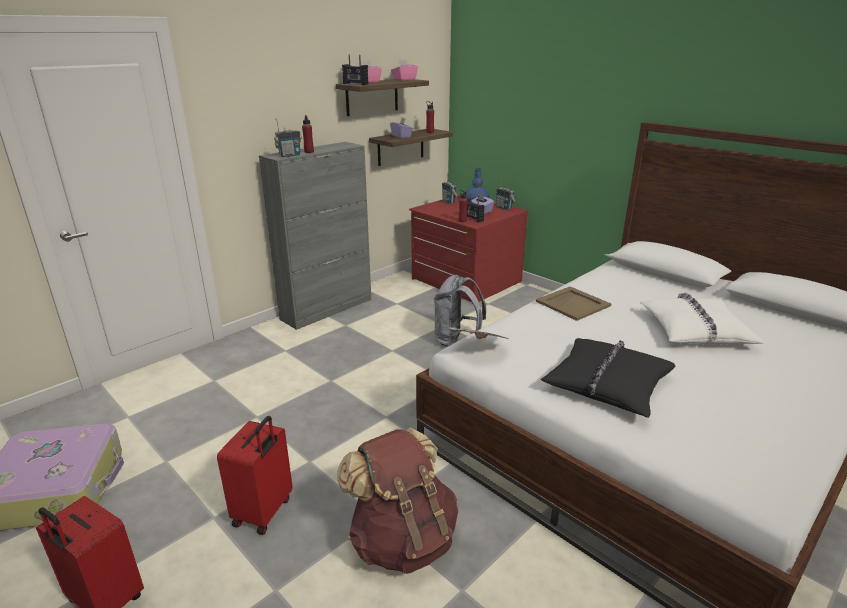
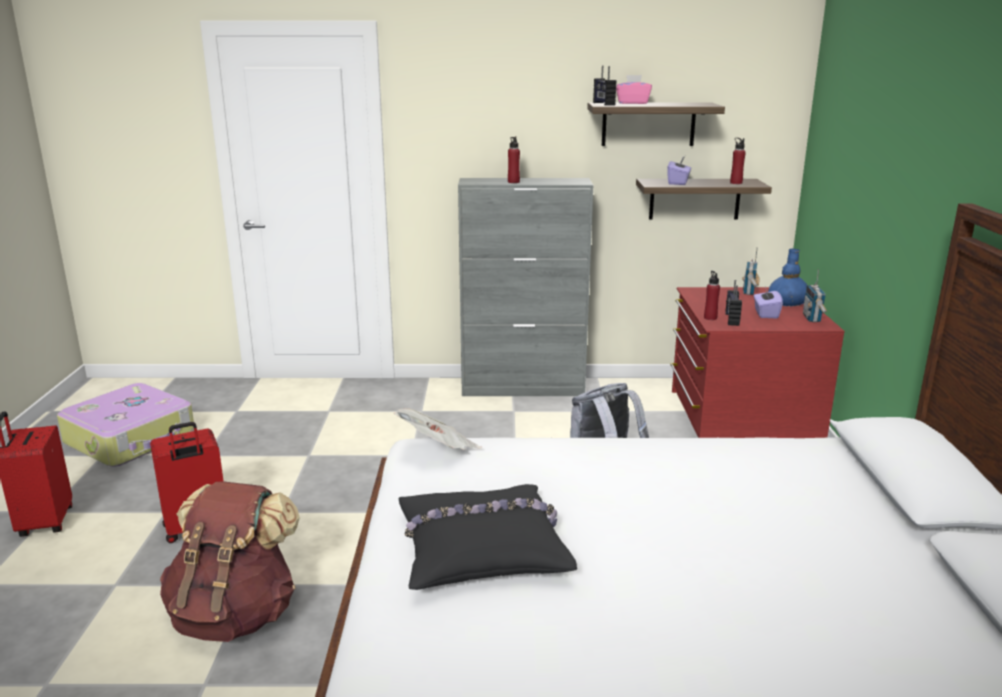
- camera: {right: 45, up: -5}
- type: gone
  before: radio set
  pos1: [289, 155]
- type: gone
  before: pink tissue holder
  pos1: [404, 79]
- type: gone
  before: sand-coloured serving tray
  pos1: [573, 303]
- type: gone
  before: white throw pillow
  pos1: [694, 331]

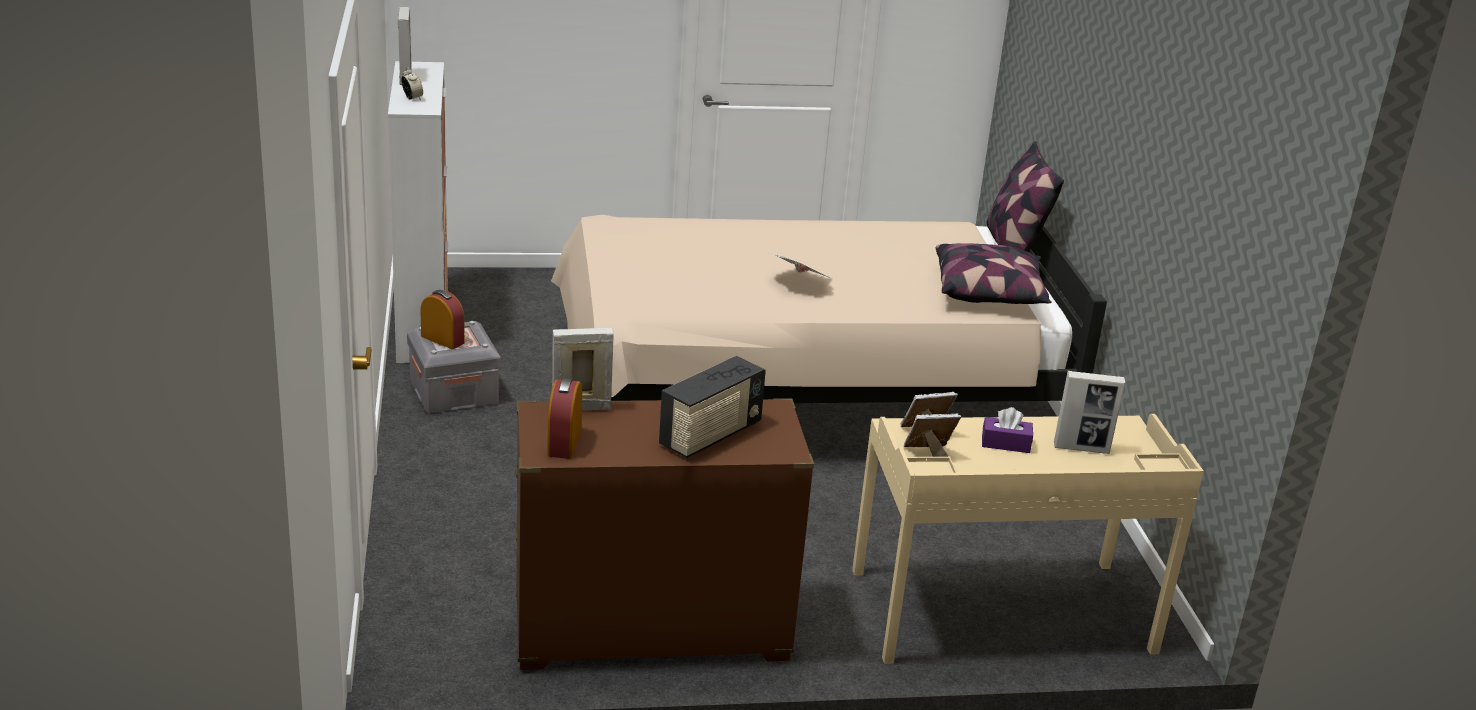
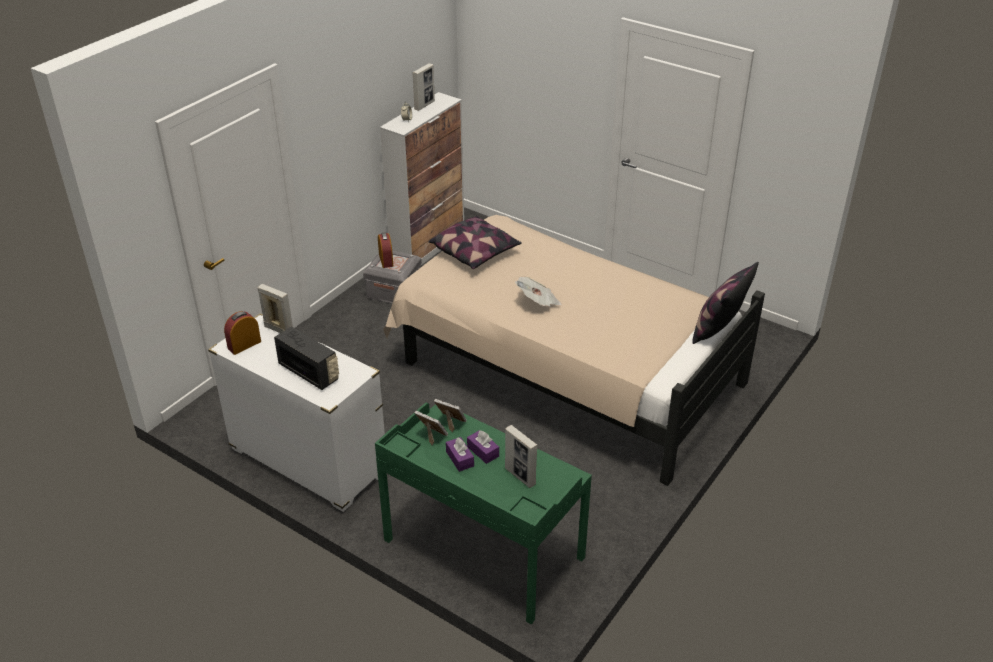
- camera: {right: 45, up: 10}
- type: repainted
  before: brown-coloured chest of drawers
  after: white chest of drawers
  pos1: [650, 631]
  pos2: [308, 461]
- type: rotated
  before: radio set
  pos1: [711, 435]
  pos2: [309, 372]
  turn: -135
- type: repainted
  before: sand-coloured desk
  after: greenish desk
  pos1: [1002, 612]
  pos2: [482, 549]
- type: shifted
  before: throw pillow
  pos1: [989, 292]
  pos2: [475, 253]
- type: new
  after: purple-coloured tissue holder
  pos2: [460, 459]

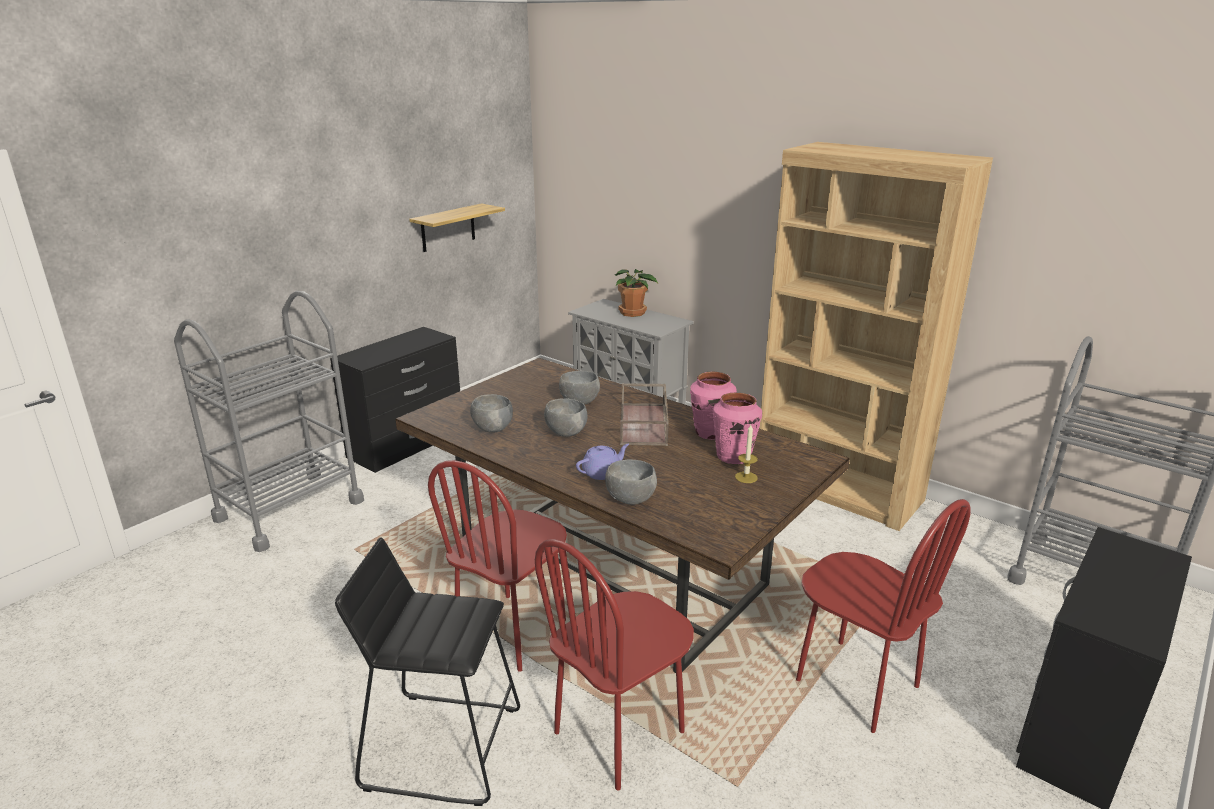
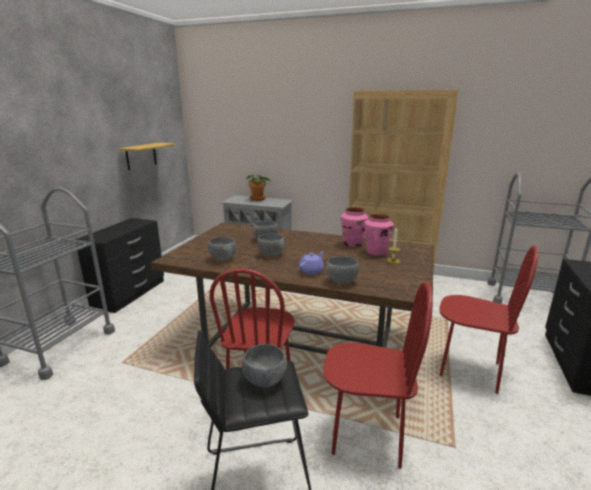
- camera: {right: -20, up: -5}
- type: new
  after: grey serving bowl
  pos2: [264, 380]
- type: rotated
  before: red-coloured upright chair
  pos1: [620, 733]
  pos2: [367, 435]
  turn: -105
- type: gone
  before: brown-coloured serving tray
  pos1: [644, 424]

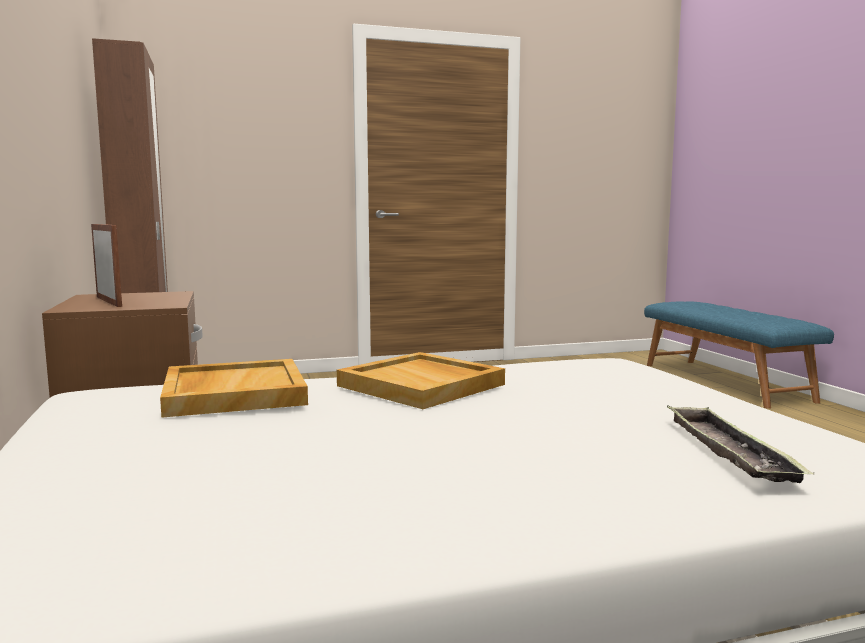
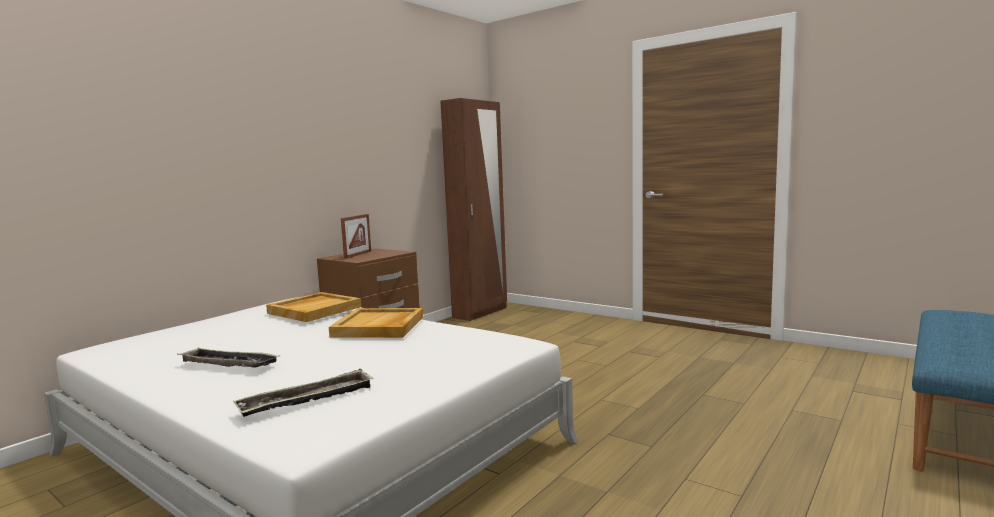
- camera: {right: 55, up: 0}
- type: new
  after: serving tray
  pos2: [228, 364]

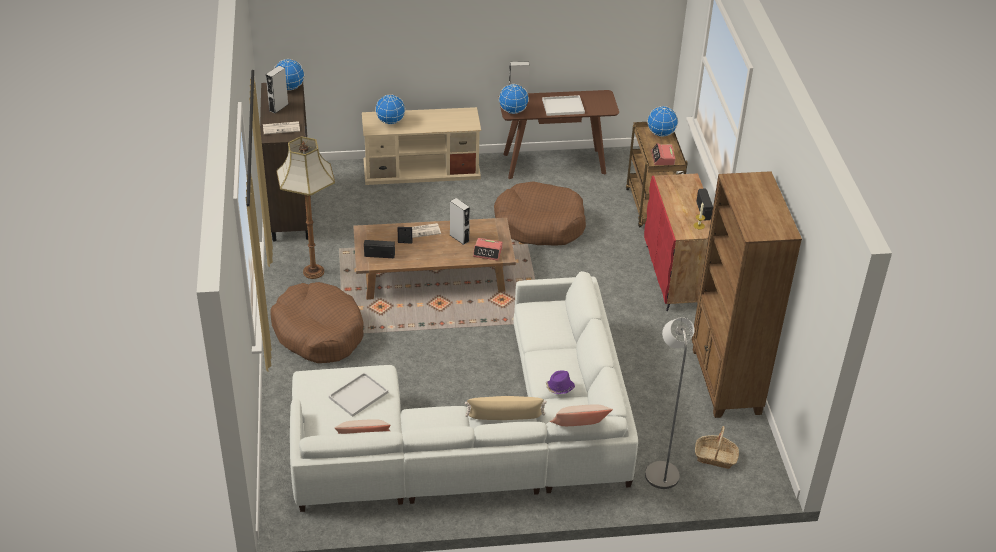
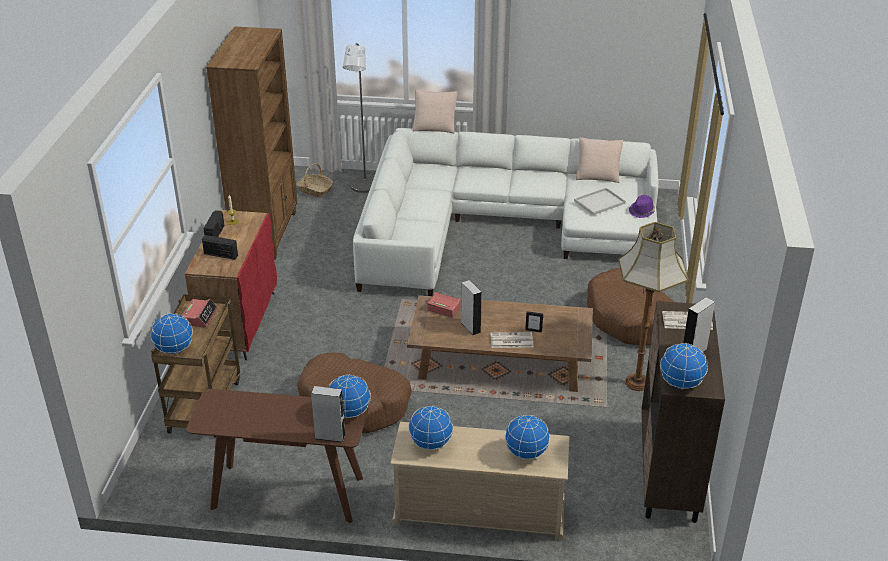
- camera: {right: -165, up: -5}
- type: shifted
  before: radio set
  pos1: [379, 255]
  pos2: [221, 255]
- type: new
  after: globe
  pos2: [431, 444]
- type: shifted
  before: purple-coloured wearable hat
  pos1: [559, 388]
  pos2: [642, 211]
- type: gone
  before: sand-coloured throw pillow
  pos1: [504, 418]
- type: gone
  before: white serving tray
  pos1: [562, 107]

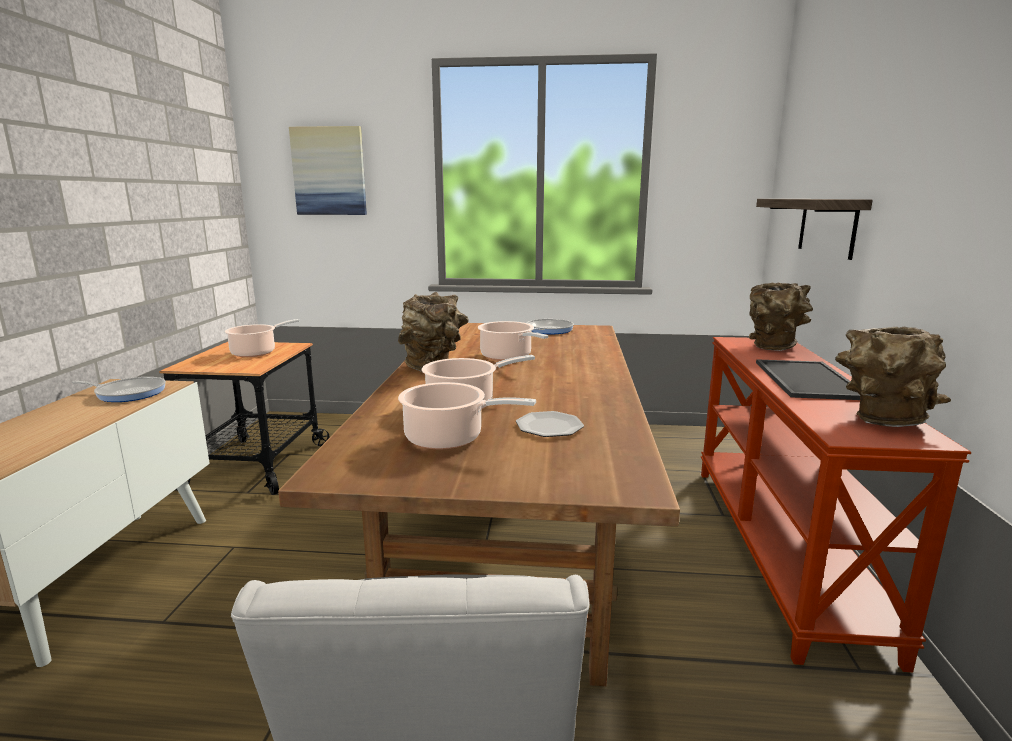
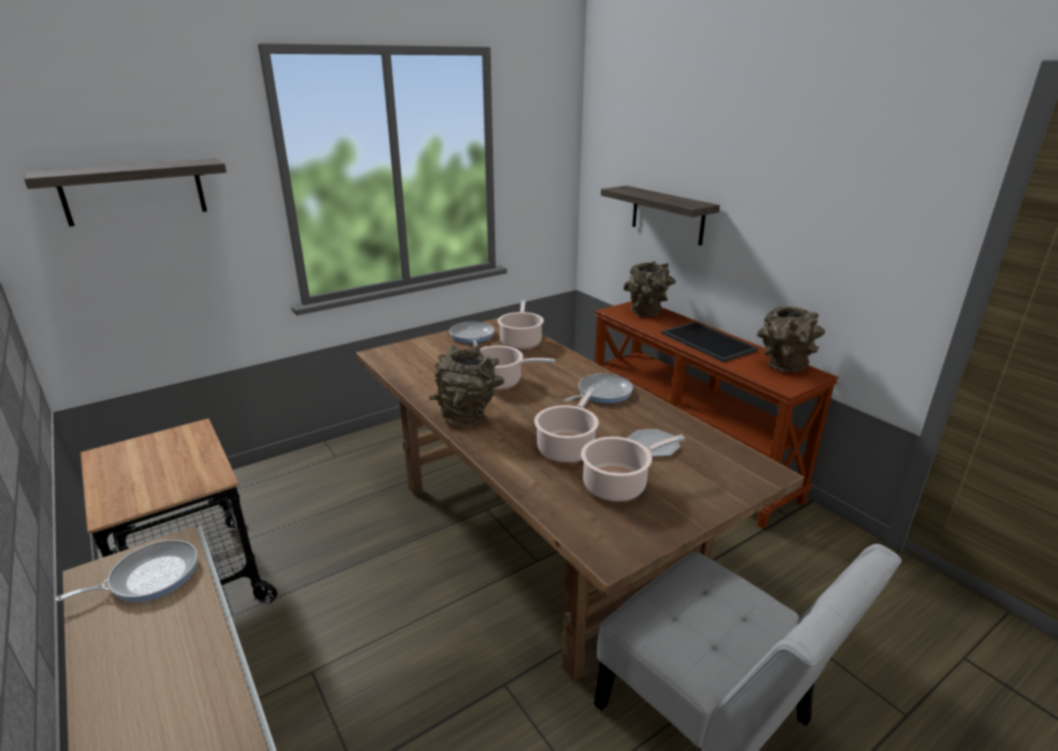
- camera: {right: -40, up: 10}
- type: swapped
  before: wall art
  after: bracket shelf
  pos1: [329, 171]
  pos2: [134, 192]
- type: shifted
  before: saucepot
  pos1: [256, 352]
  pos2: [521, 341]
- type: new
  after: pan
  pos2: [601, 393]

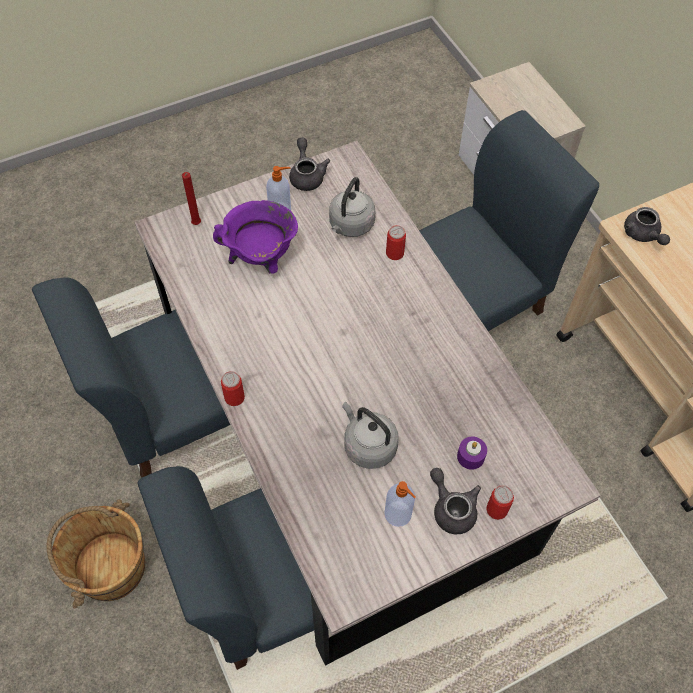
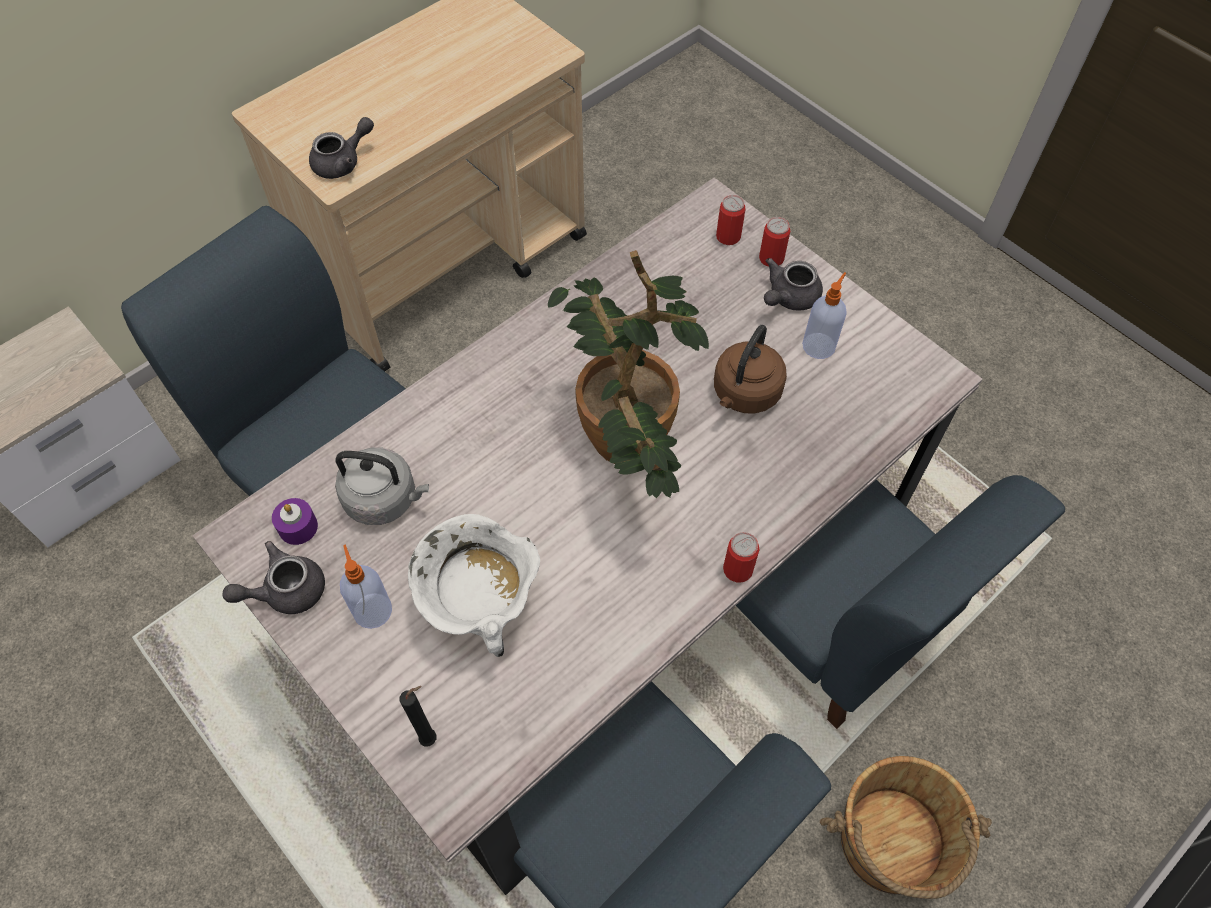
- camera: {right: -105, up: 0}
- type: shifted
  before: purple-coloured candle
  pos1: [470, 456]
  pos2: [298, 527]
- type: repainted
  before: red-coloured candle
  after: black-coloured candle
  pos1: [196, 225]
  pos2: [431, 738]
- type: repainted
  before: purple-coloured saucepot
  after: white saucepot
  pos1: [261, 259]
  pos2: [482, 608]
- type: new
  after: potted plant
  pos2: [625, 453]
- type: repainted
  before: grey water kettle
  after: brown-coloured water kettle
  pos1: [368, 445]
  pos2: [744, 394]
- type: shifted
  before: sealed can
  pos1: [395, 253]
  pos2: [728, 236]

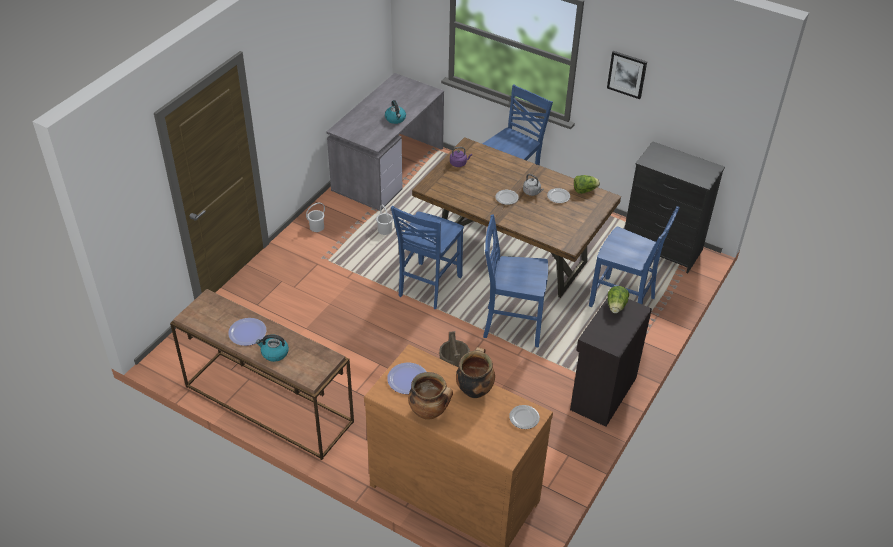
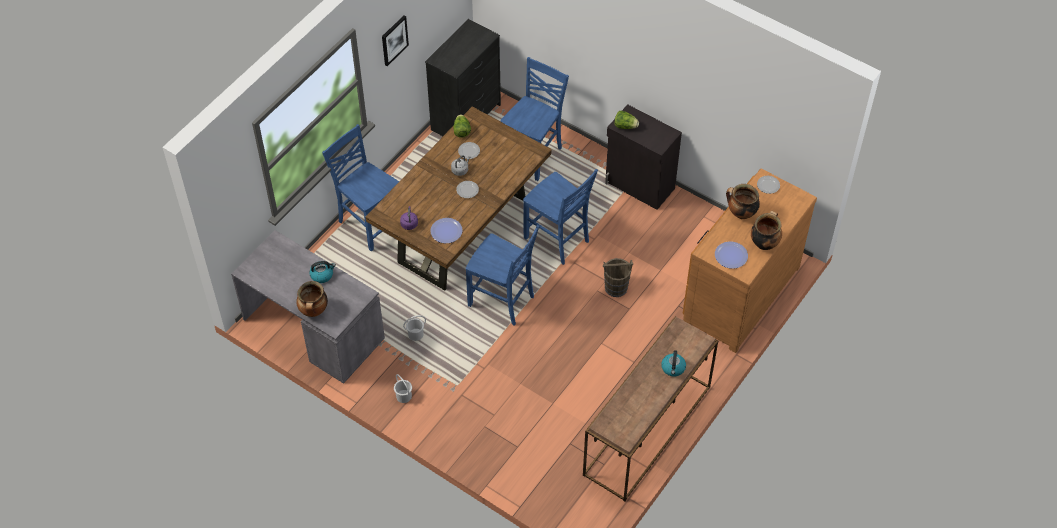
- camera: {right: -85, up: 10}
- type: new
  after: saucepot
  pos2: [314, 311]
- type: shifted
  before: flat dish
  pos1: [247, 332]
  pos2: [446, 231]
- type: rotated
  before: blue-coloured upright chair
  pos1: [511, 325]
  pos2: [558, 240]
  turn: -60

